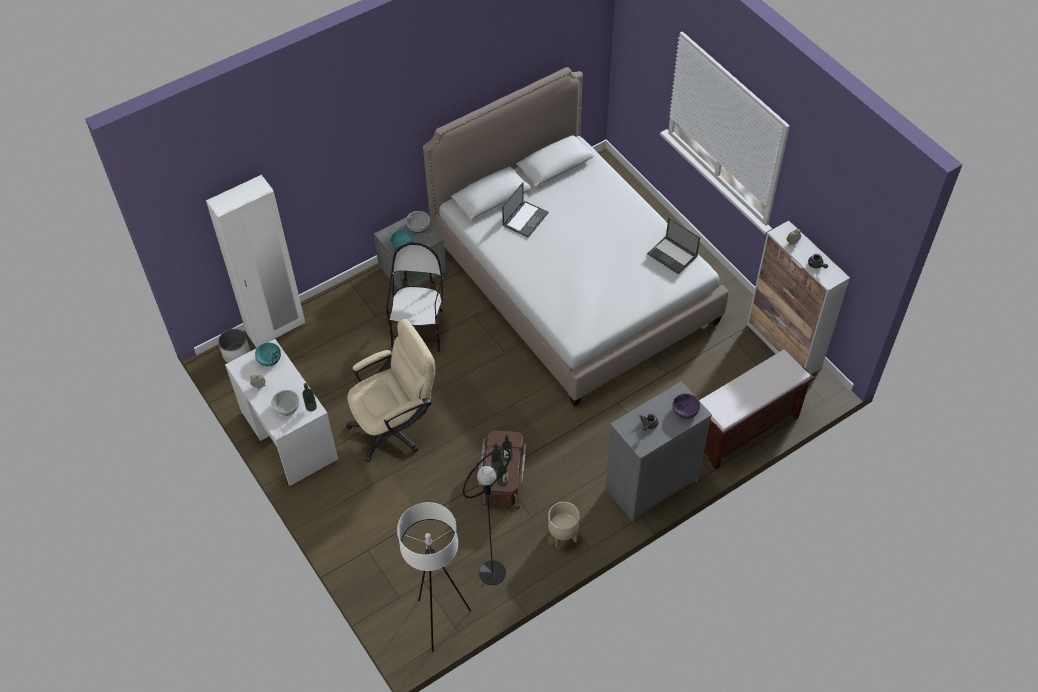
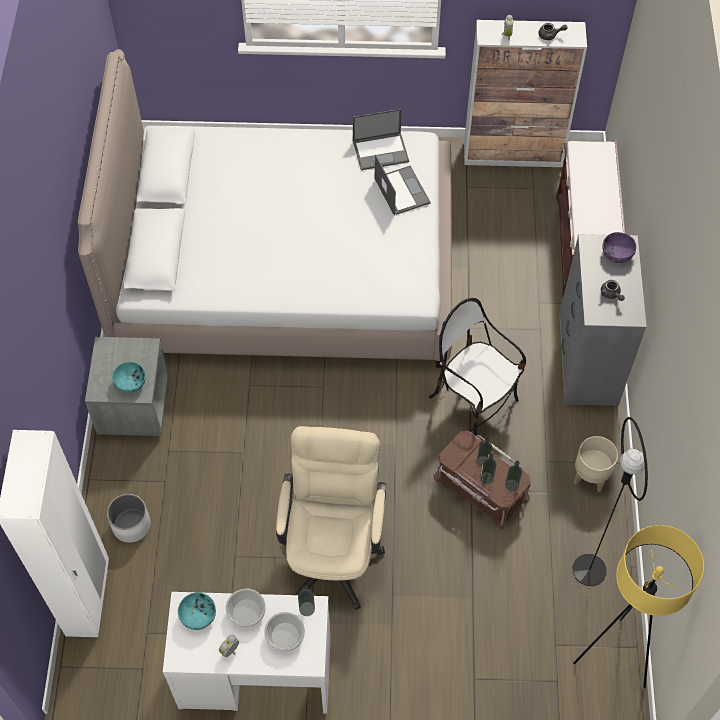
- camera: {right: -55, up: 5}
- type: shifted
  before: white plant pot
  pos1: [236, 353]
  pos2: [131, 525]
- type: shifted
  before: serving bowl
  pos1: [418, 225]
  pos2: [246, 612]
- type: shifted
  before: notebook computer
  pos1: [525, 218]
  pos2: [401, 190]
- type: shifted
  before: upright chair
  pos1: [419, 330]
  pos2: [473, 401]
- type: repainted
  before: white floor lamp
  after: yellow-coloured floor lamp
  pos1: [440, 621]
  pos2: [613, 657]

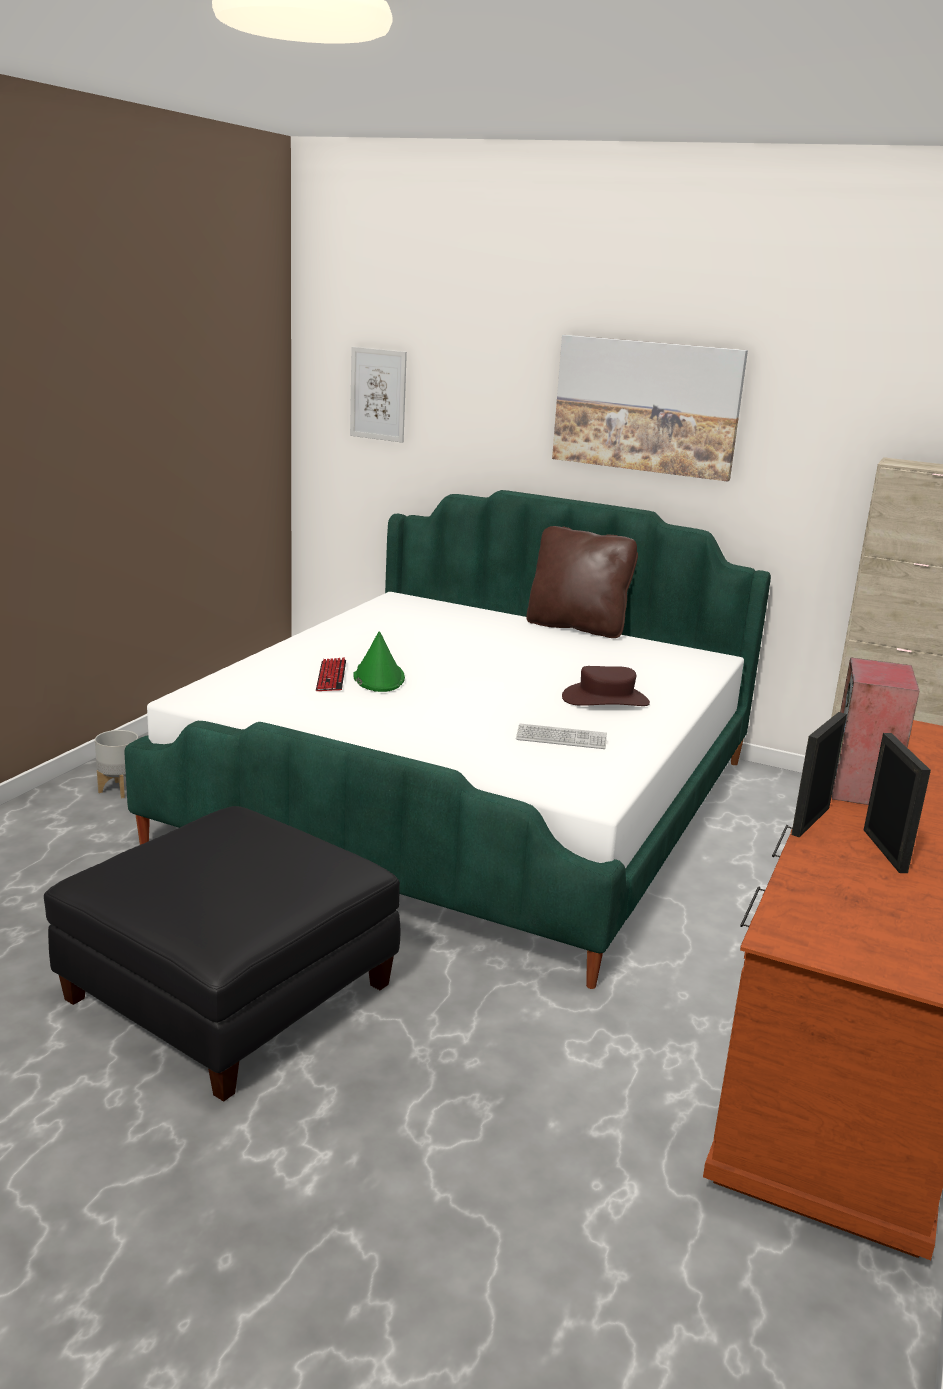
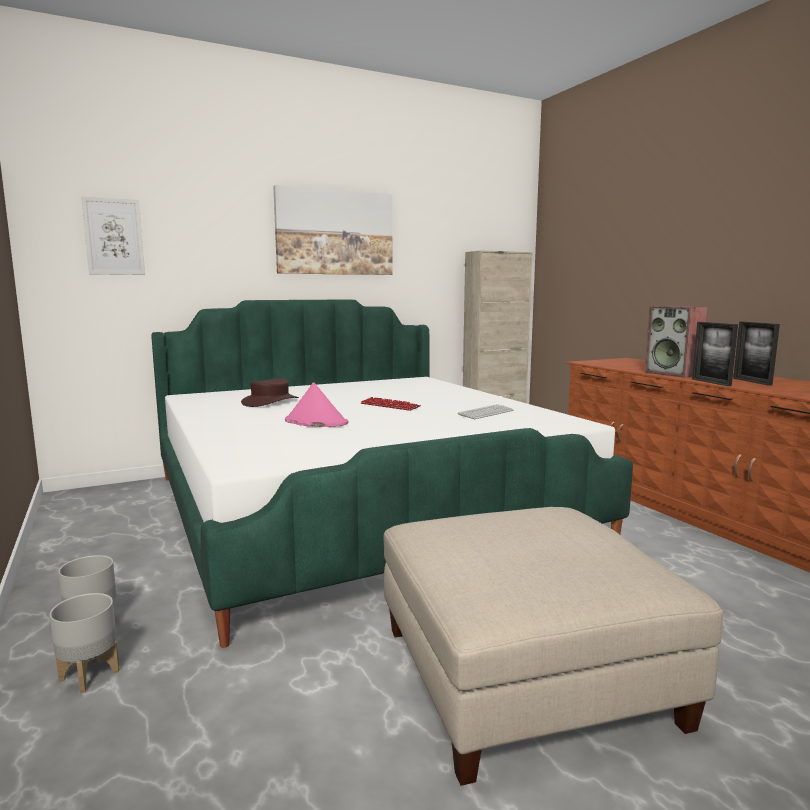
- camera: {right: -50, up: -10}
- type: new
  after: grey plant pot
  pos2: [89, 675]
- type: shifted
  before: brown-coloured wearable hat
  pos1: [605, 699]
  pos2: [270, 402]
- type: repainted
  before: greenish wearable hat
  after: pink wearable hat
  pos1: [378, 677]
  pos2: [315, 422]
- type: shifted
  before: keyboard
  pos1: [331, 677]
  pos2: [390, 406]
- type: repainted
  before: black-coloured footrest
  after: sand-coloured footrest
  pos1: [230, 992]
  pos2: [526, 675]
- type: rotated
  before: picture frame
  pos1: [884, 850]
  pos2: [752, 381]
  turn: -135
- type: gone
  before: brown-coloured throw pillow
  pos1: [577, 627]

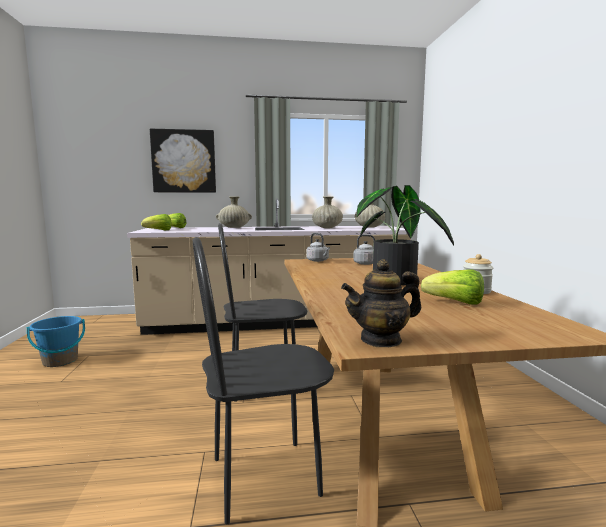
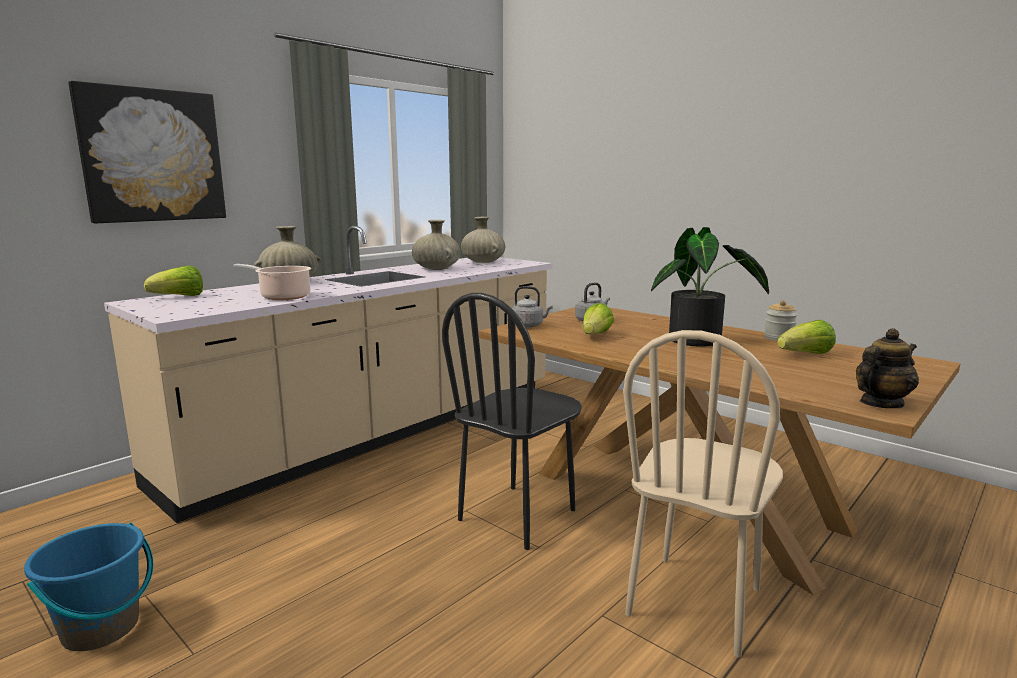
- camera: {right: -40, up: 5}
- type: new
  after: saucepot
  pos2: [282, 297]
- type: shifted
  before: lettuce head
  pos1: [159, 230]
  pos2: [595, 335]
- type: repainted
  before: black-coloured upright chair
  after: sand-coloured upright chair
  pos1: [265, 477]
  pos2: [695, 602]
- type: rotated
  before: tea pot
  pos1: [381, 340]
  pos2: [880, 403]
  turn: -150

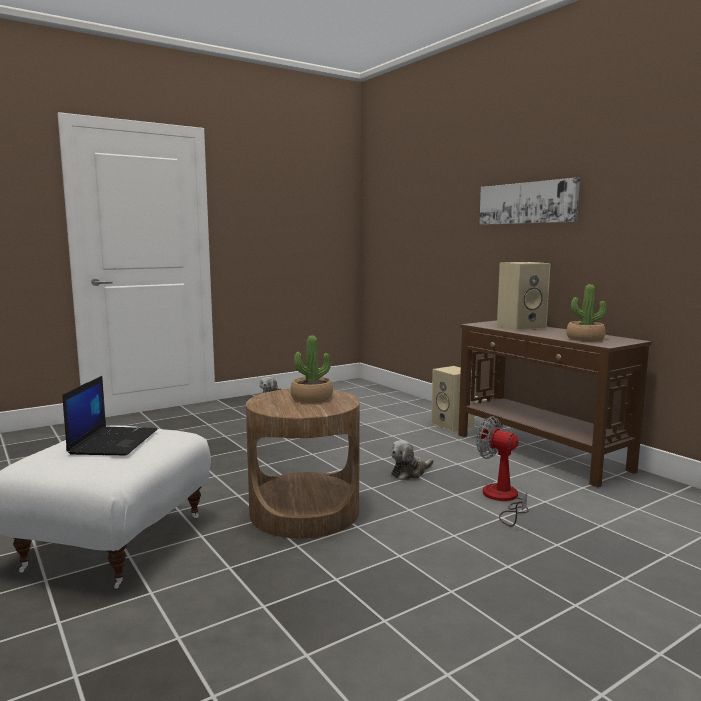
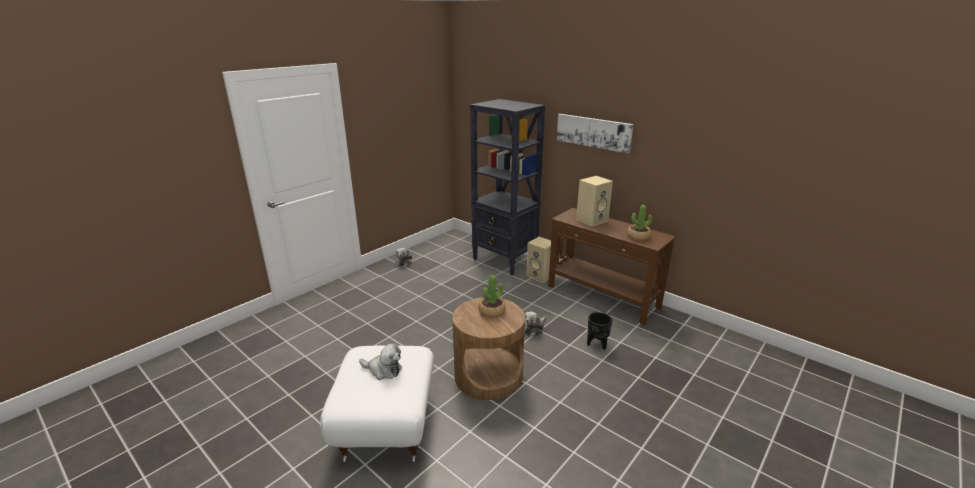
- camera: {right: -15, up: 15}
- type: swapped
  before: notebook computer
  after: soft toy
  pos1: [113, 441]
  pos2: [383, 370]
- type: new
  after: black-coloured shelving unit
  pos2: [505, 260]
- type: swapped
  before: electric fan
  after: black-coloured plant pot
  pos1: [502, 499]
  pos2: [597, 344]

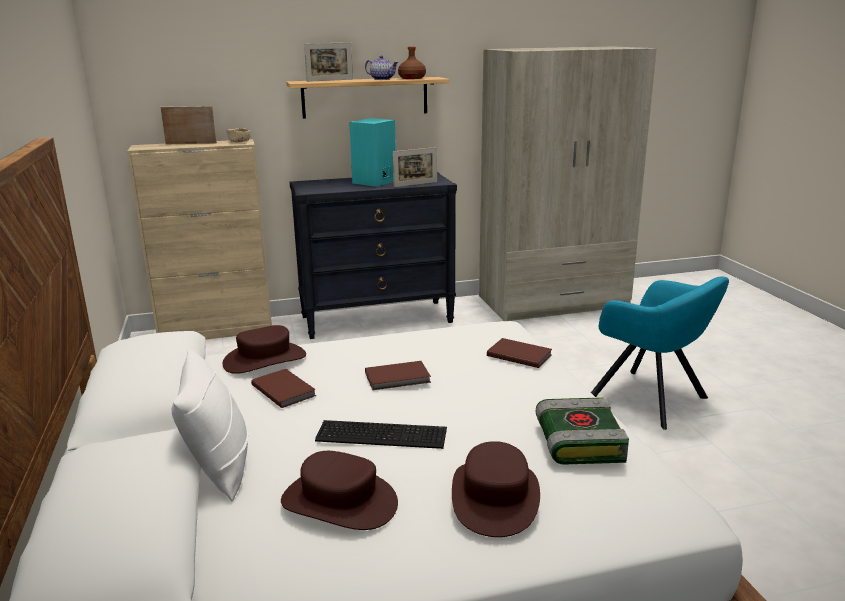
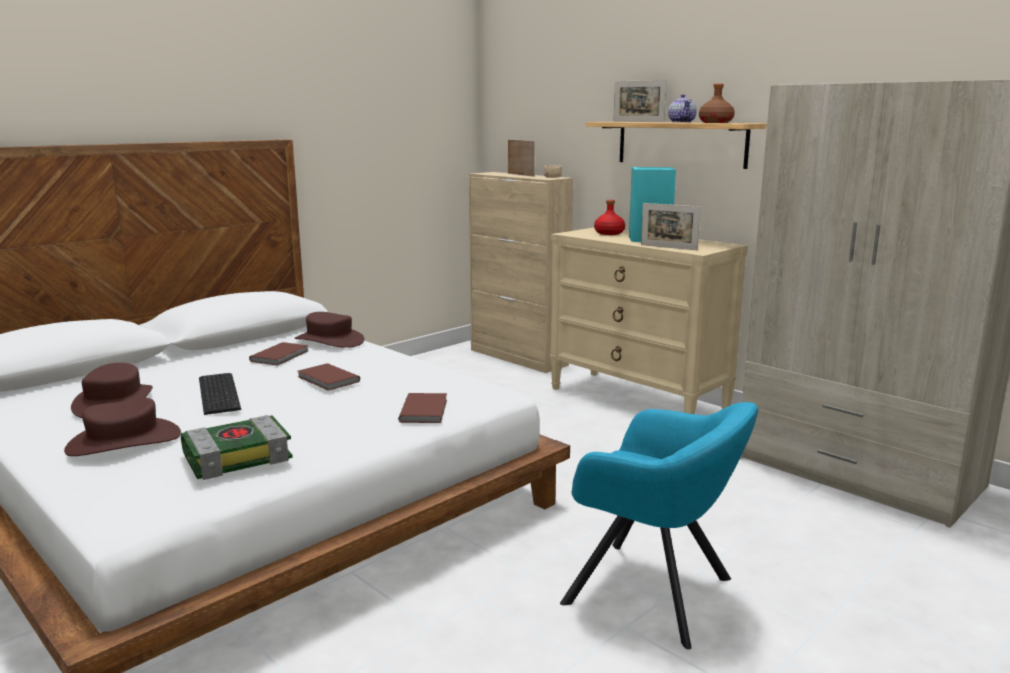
- camera: {right: 60, up: -5}
- type: repainted
  before: black-coloured chest of drawers
  after: sand-coloured chest of drawers
  pos1: [377, 319]
  pos2: [638, 400]
- type: rotated
  before: blue-green armchair
  pos1: [652, 399]
  pos2: [655, 593]
  turn: -75
- type: new
  after: red-coloured bottle
  pos2: [609, 233]
- type: gone
  before: white throw pillow
  pos1: [219, 467]

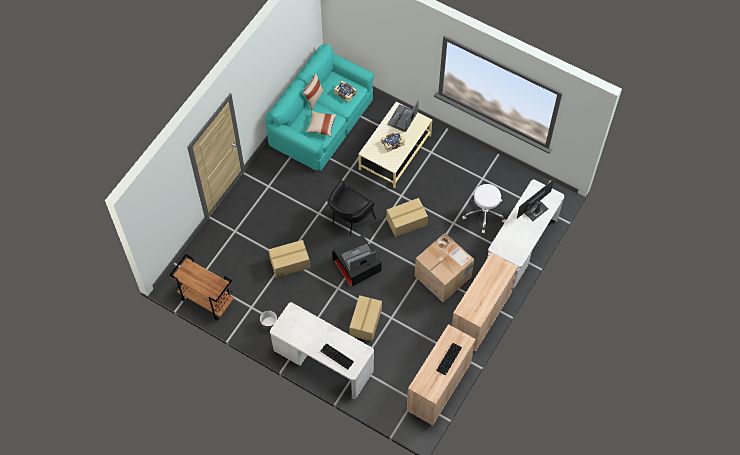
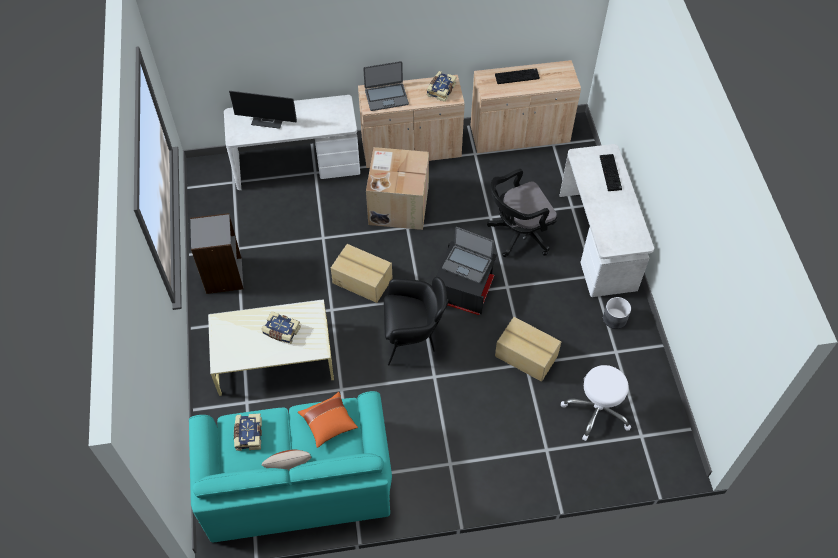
- camera: {right: -130, up: -5}
- type: new
  after: grey shelving unit
  pos2: [223, 275]
- type: repainted
  before: sand-coloured throw pillow
  after: orange-coloured throw pillow
  pos1: [321, 126]
  pos2: [328, 423]
- type: shifted
  before: notebook computer
  pos1: [403, 119]
  pos2: [386, 97]
- type: new
  after: book
  pos2: [440, 90]
- type: swapped
  before: cardboard box
  after: black-coloured office chair
  pos1: [366, 322]
  pos2: [518, 234]
- type: shifted
  before: white sitting stool
  pos1: [484, 213]
  pos2: [597, 409]
- type: gone
  before: brown-coloured cart
  pos1: [206, 300]

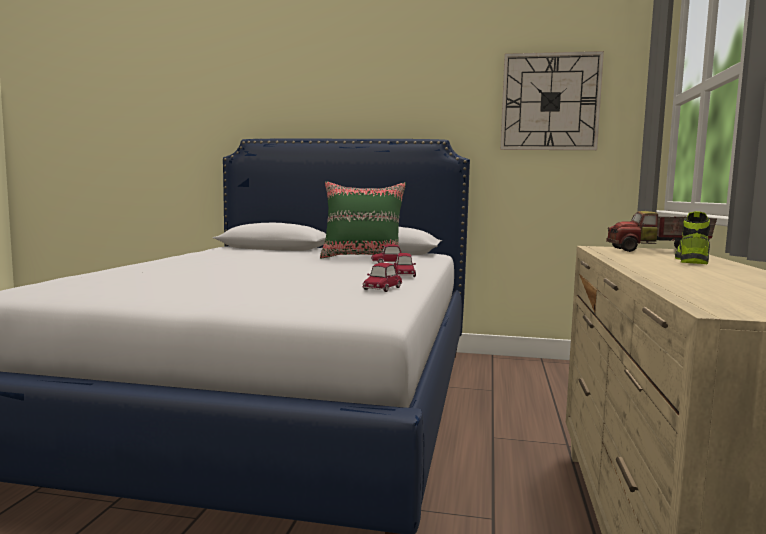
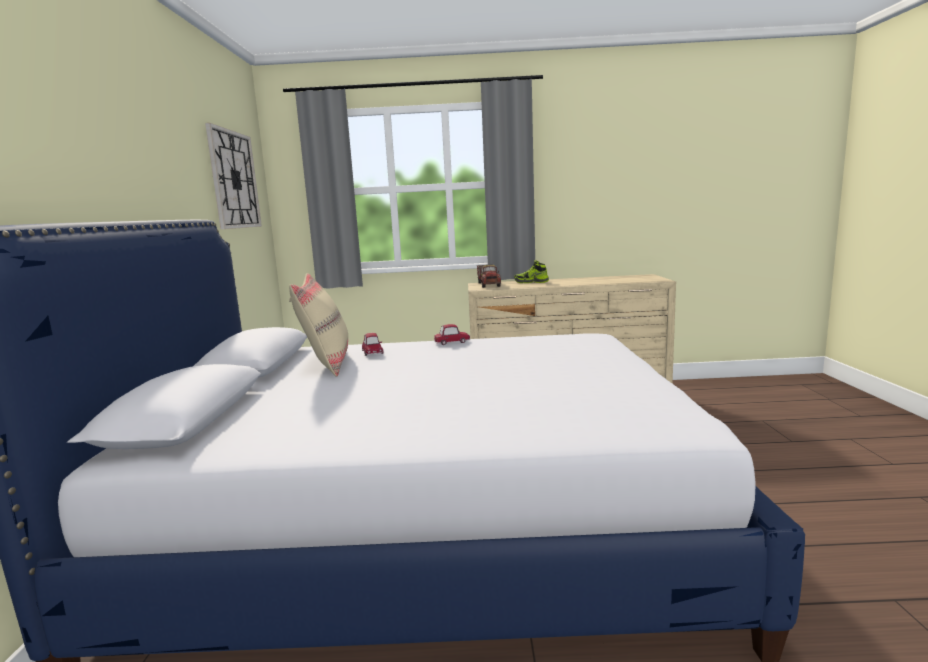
- camera: {right: -100, up: 5}
- type: repainted
  before: greenish throw pillow
  after: sand-coloured throw pillow
  pos1: [362, 258]
  pos2: [326, 364]
- type: gone
  before: toy car
  pos1: [382, 289]

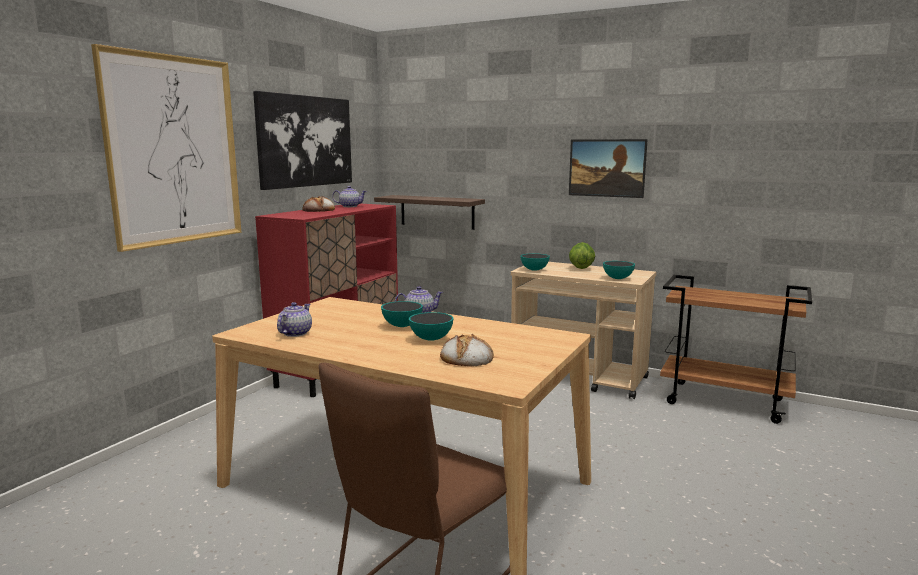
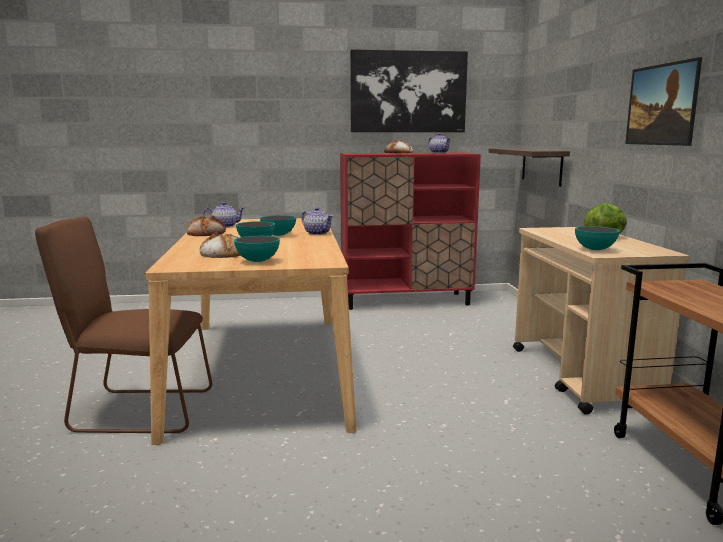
- camera: {right: 55, up: 0}
- type: new
  after: baked bread
  pos2: [207, 233]
- type: shifted
  before: serving bowl
  pos1: [534, 270]
  pos2: [257, 261]
- type: gone
  before: wall art
  pos1: [174, 150]

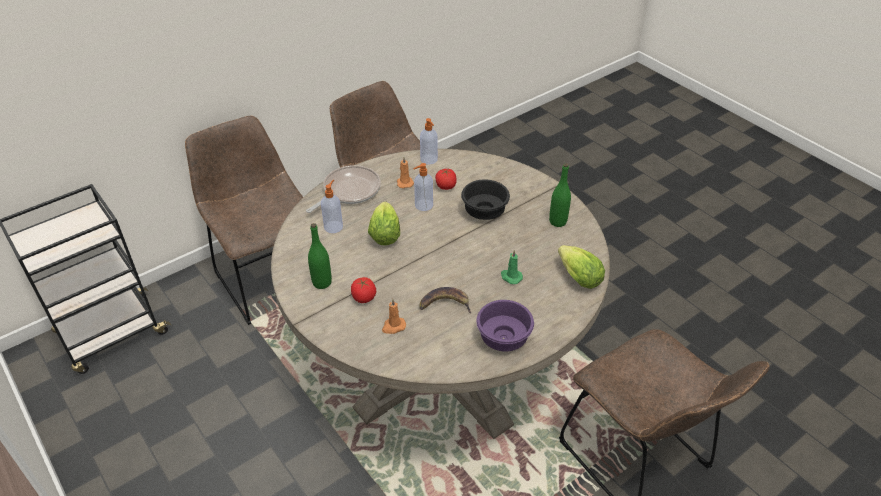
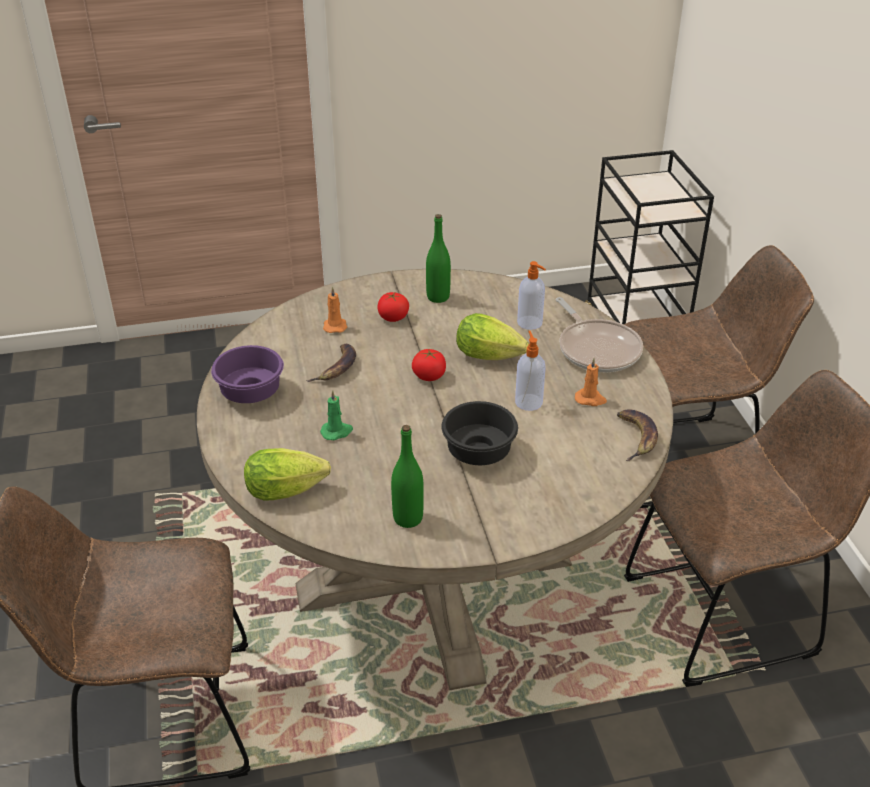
- camera: {right: 115, up: -5}
- type: shifted
  before: fresh tomato
  pos1: [446, 186]
  pos2: [429, 376]
- type: swapped
  before: soap dispenser
  after: banana
  pos1: [429, 160]
  pos2: [636, 437]

